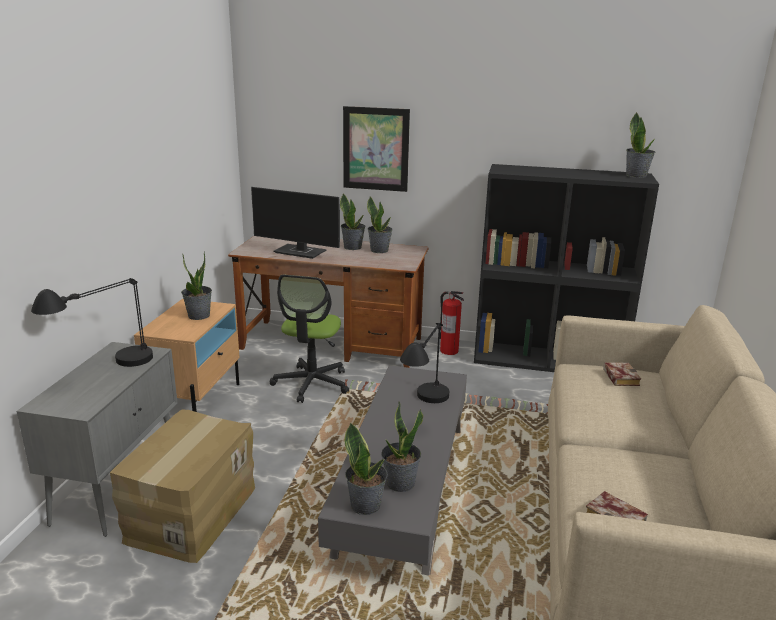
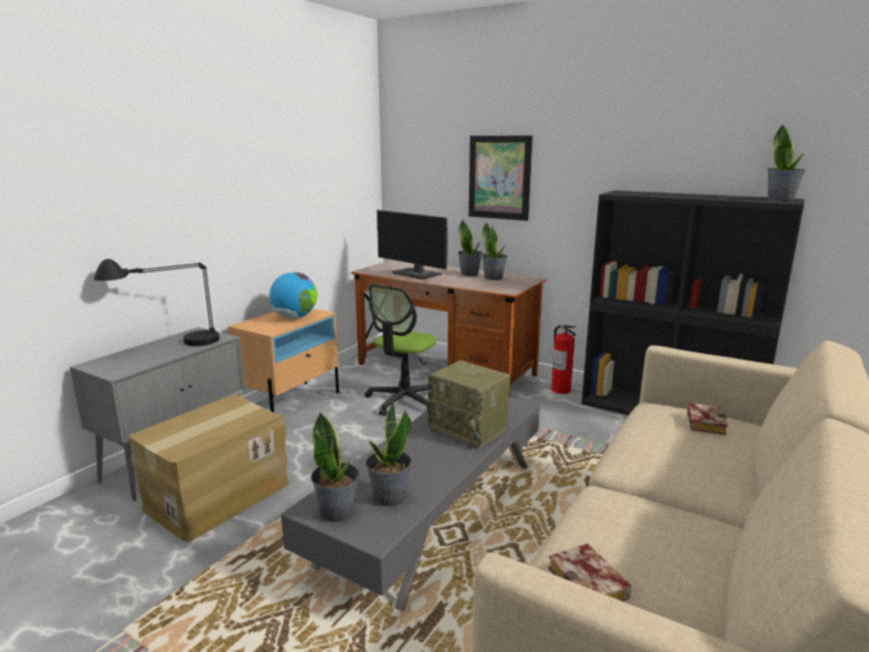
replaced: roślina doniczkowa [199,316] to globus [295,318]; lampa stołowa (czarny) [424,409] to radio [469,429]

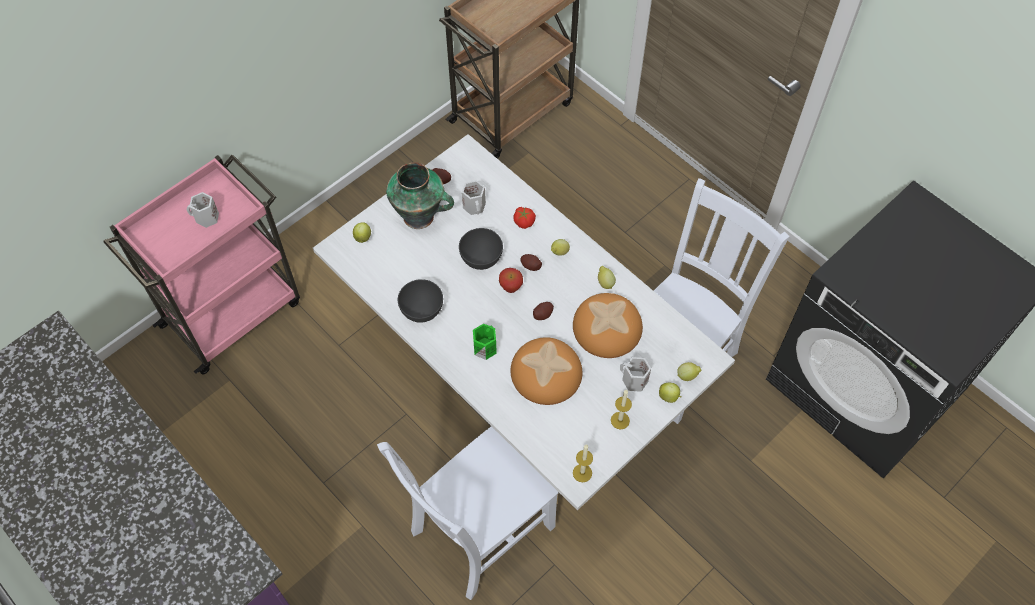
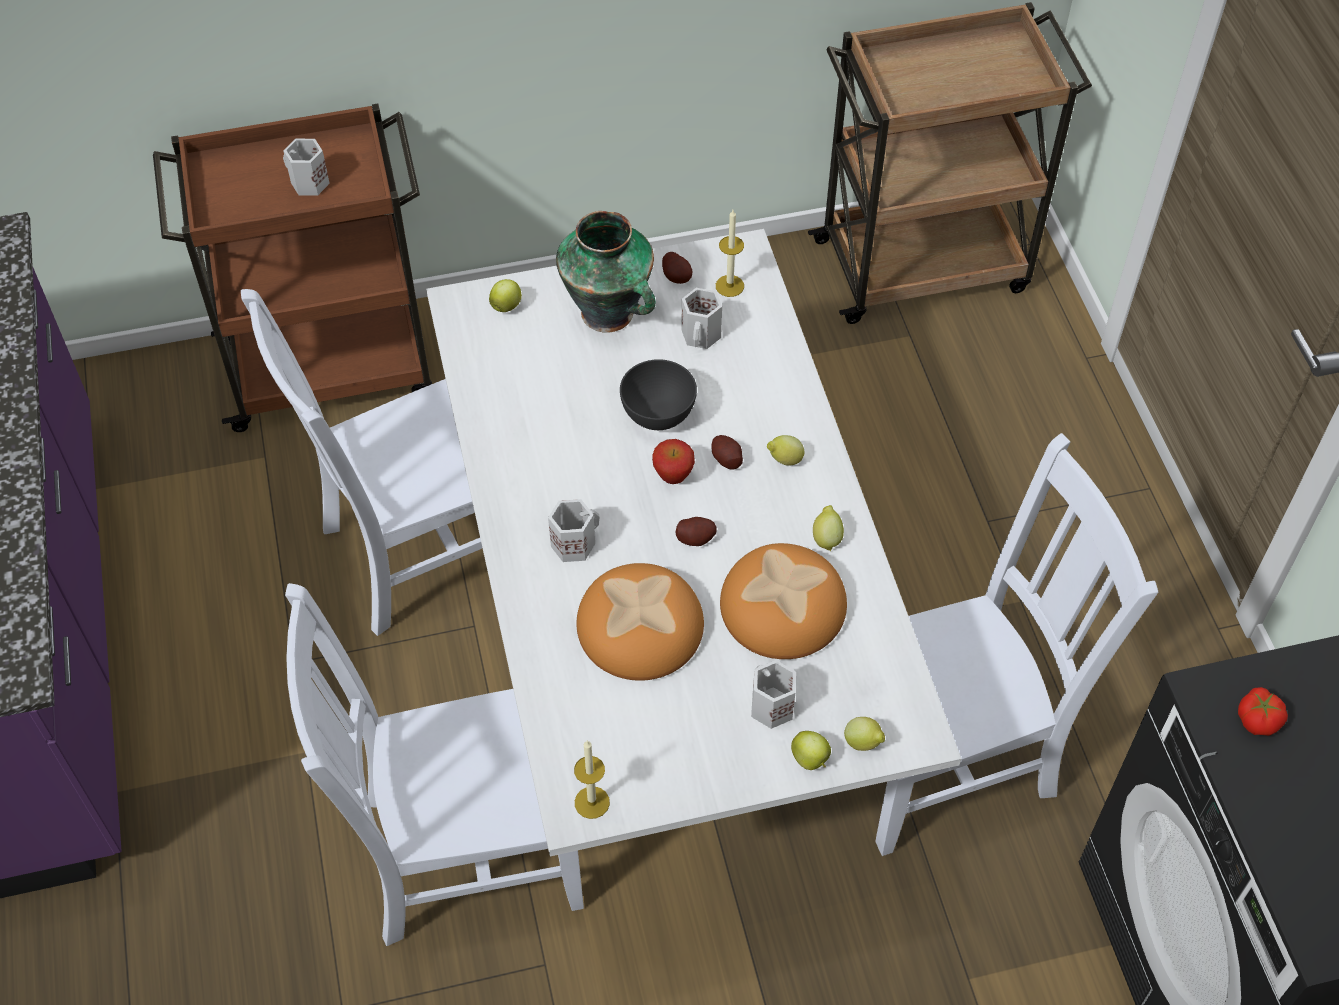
removed: miska (szary) [422,310]
added: krzesło (biały) [422,549]
moved: pomidor [524,221] to [1258,719]; świeca [620,420] to [729,286]
recoloured: wózek (różowy) [233,312] to wózek (brązowy) [332,367]; kubek (zielony) [484,347] to kubek (biały) [574,543]

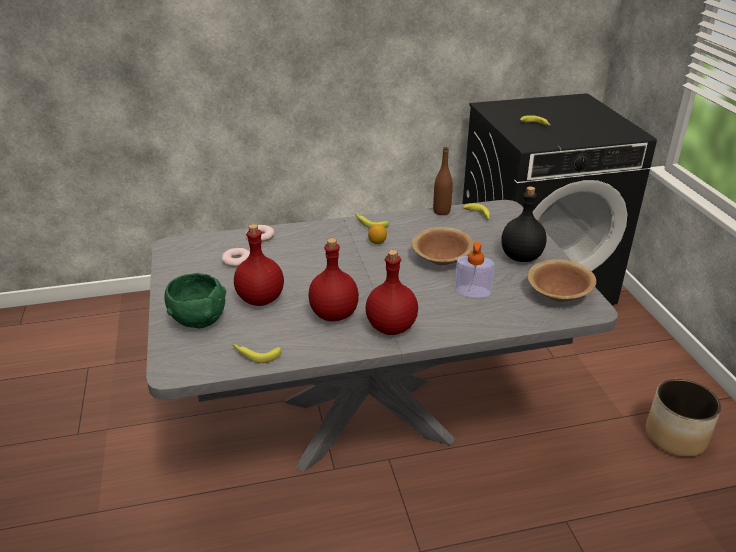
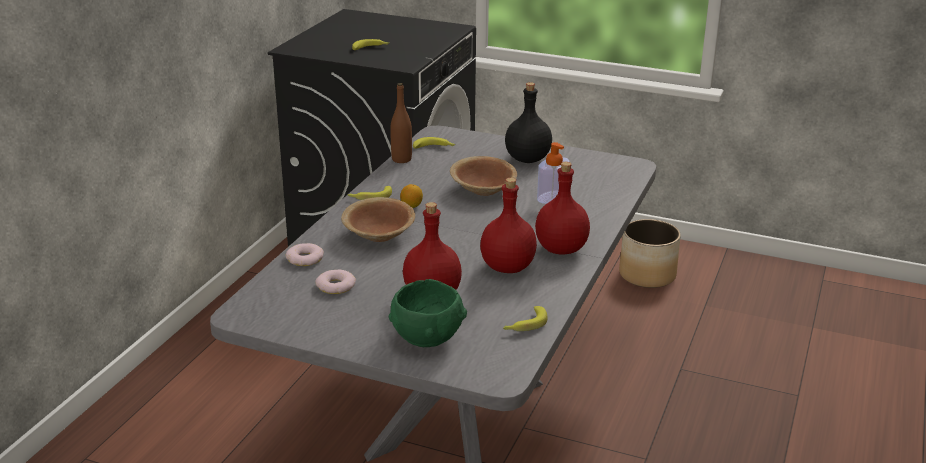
moved: miska (brązowy) [558,294] to [379,235]

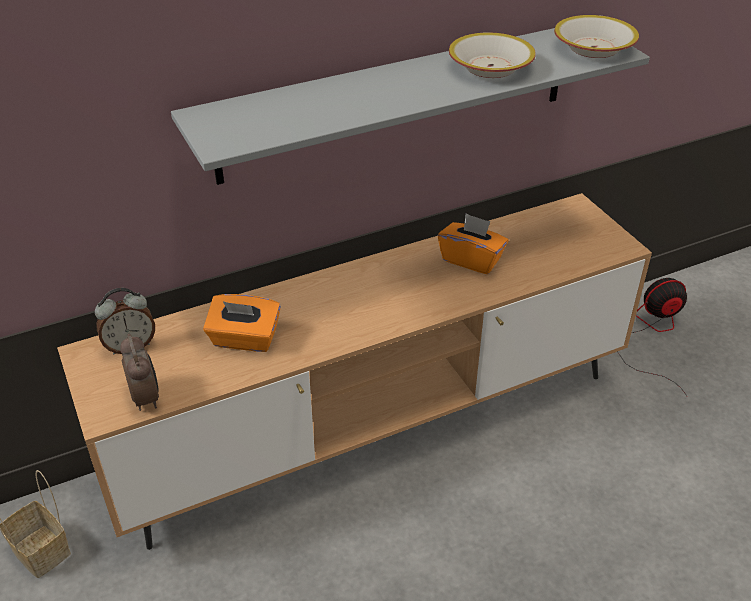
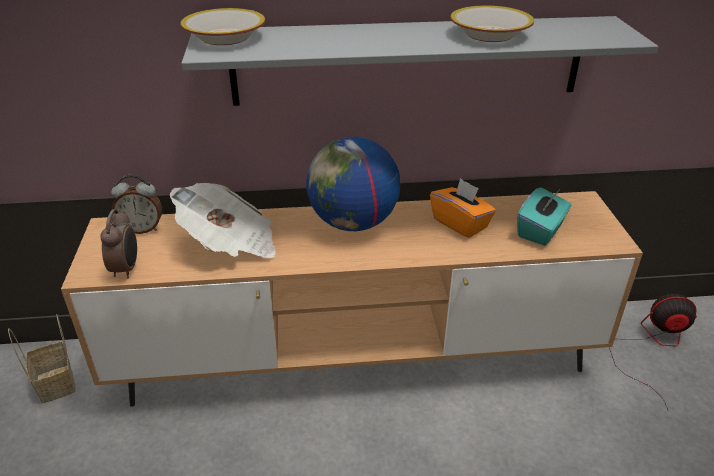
added: globus [353,223]; pudełko chusteczek (turkusowy) [540,231]
moved: miska [593,48] to [224,38]
replaced: pudełko chusteczek (pomarańczowy) [244,339] to gazeta [230,243]

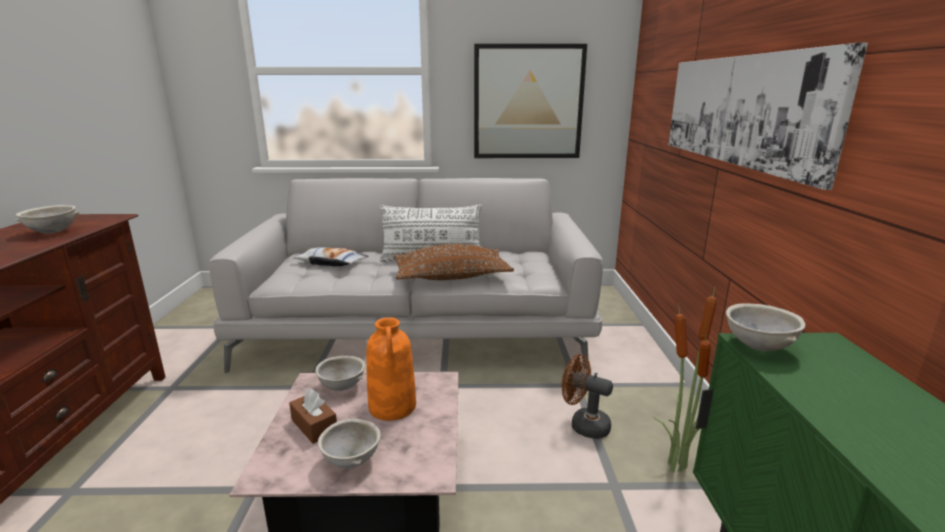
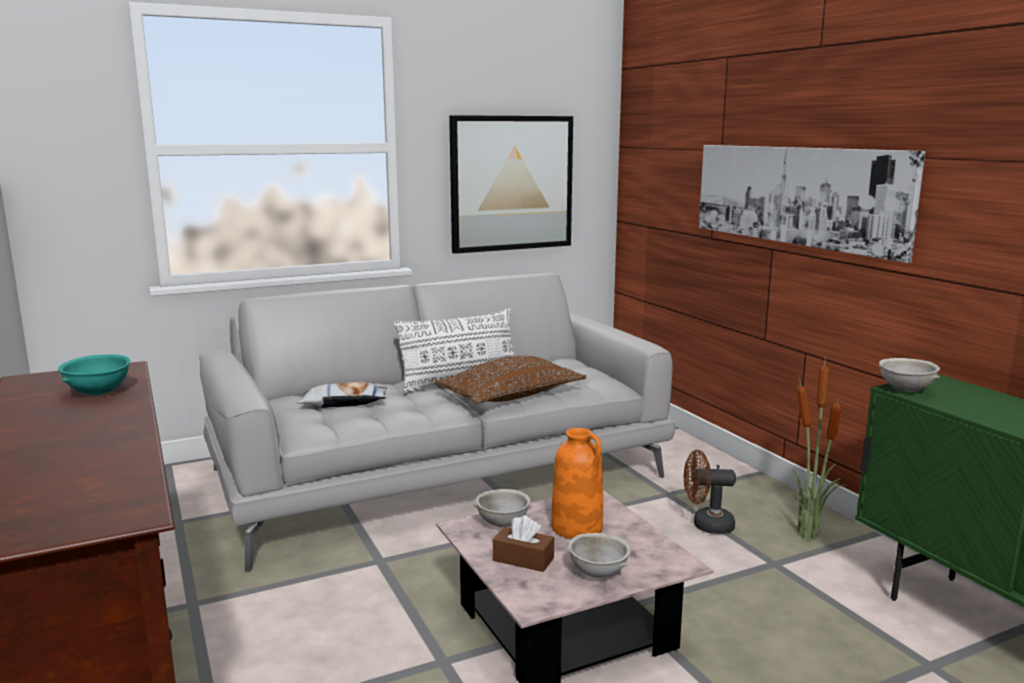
recoloured: miska (szary) [53,232] to miska (turkusowy) [99,393]

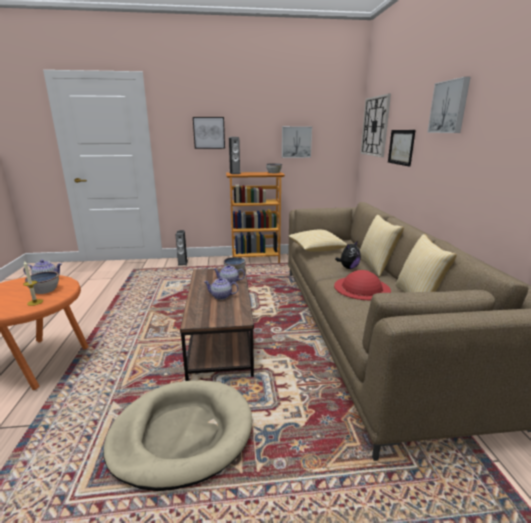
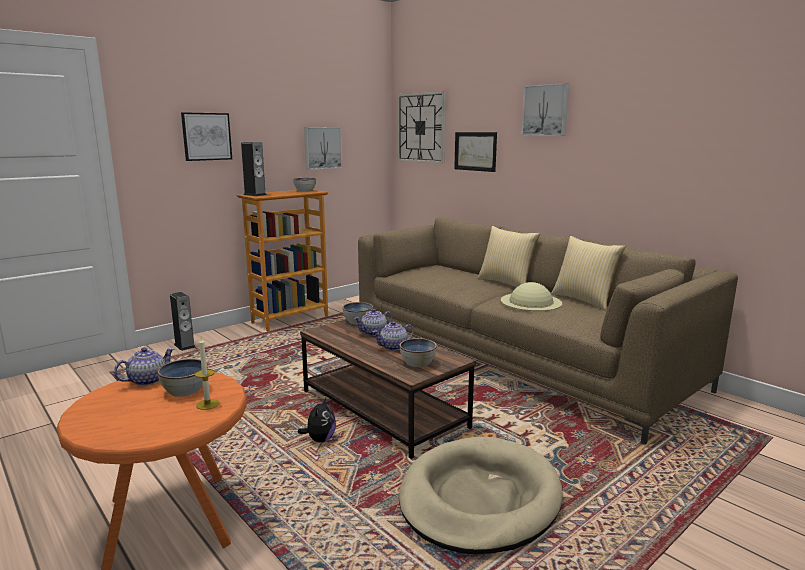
removed: poduszka [316,249]
added: miska [418,363]
moved: pluszak [348,268] to [320,439]
recoloured: kapelusz (czerwony) [361,288] to kapelusz (beżowy) [531,301]

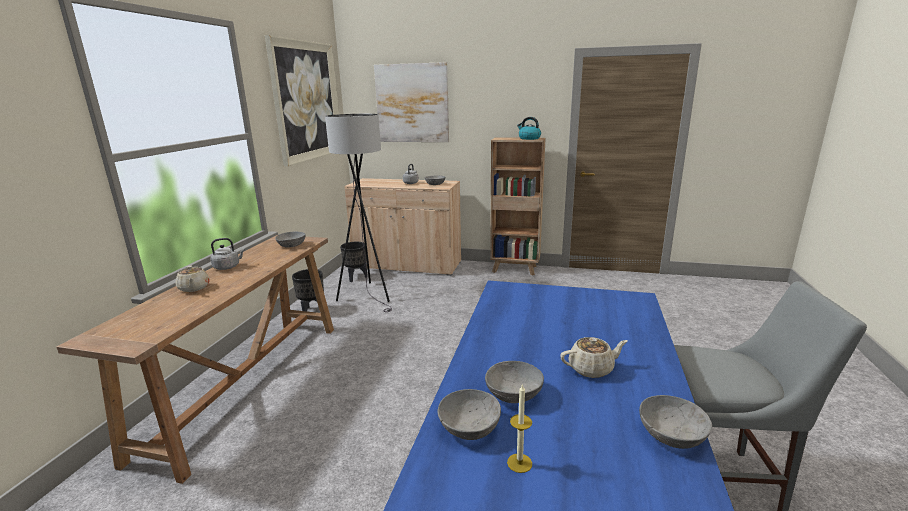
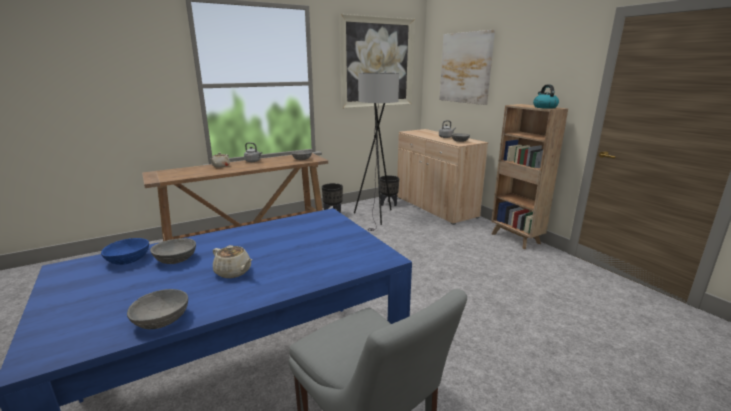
removed: świeca [519,463]
recoloured: miska (szary) [470,427] to miska (niebieski) [129,260]

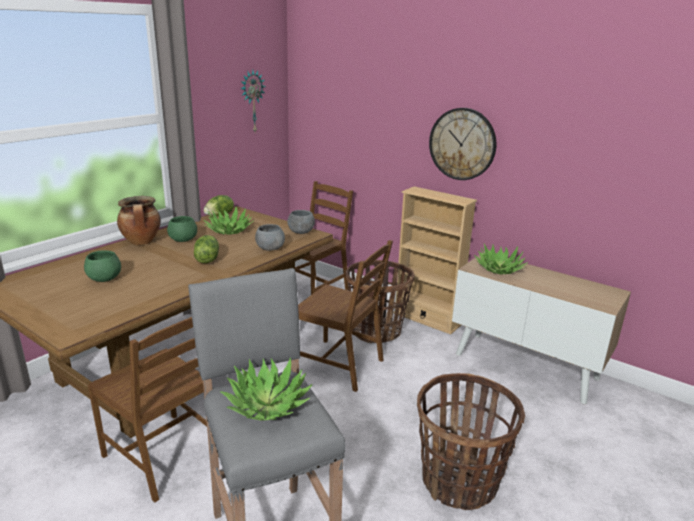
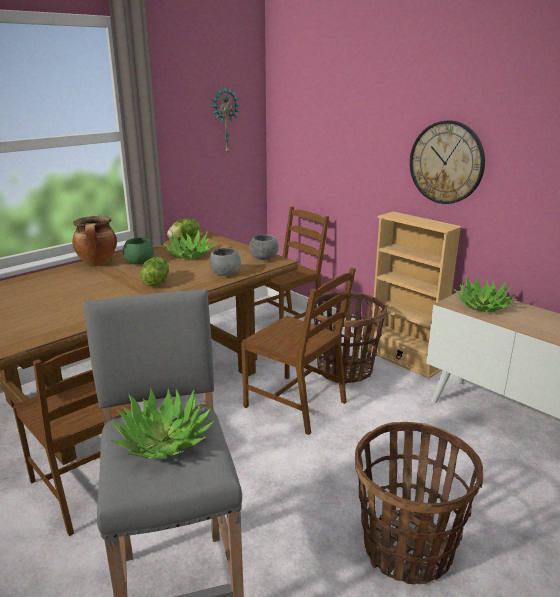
removed: miska (zielony) [105,279]

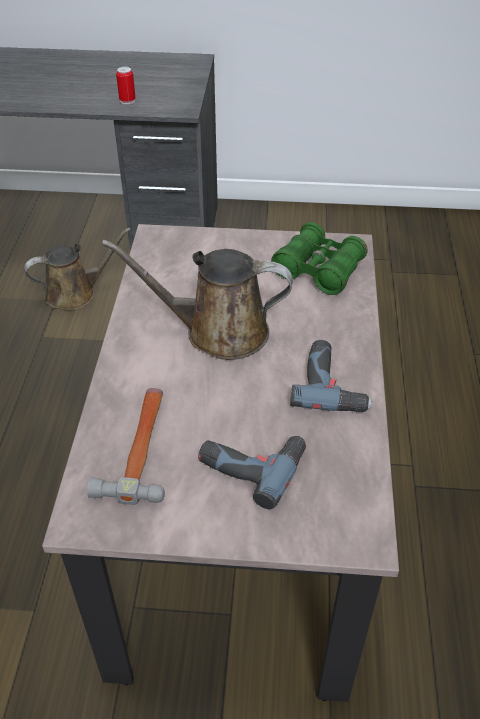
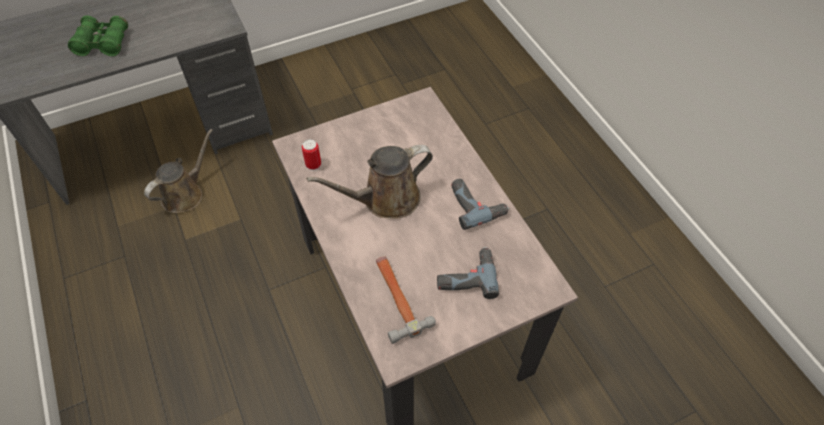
moved: puszka [127,100] to [313,165]; lornetka (zielony) [319,270] to [103,43]

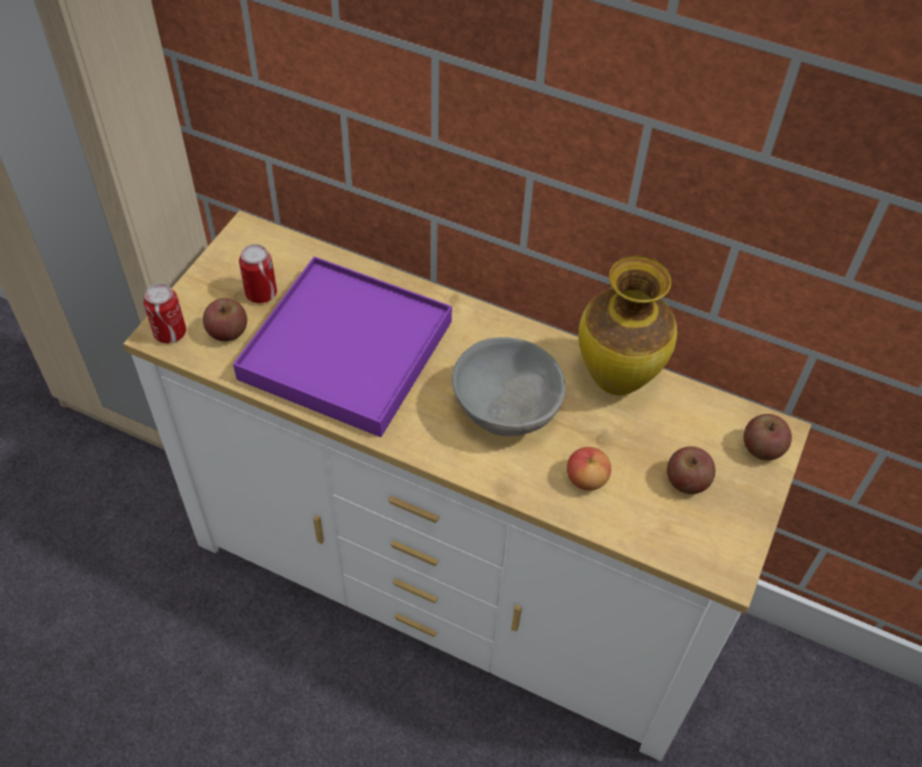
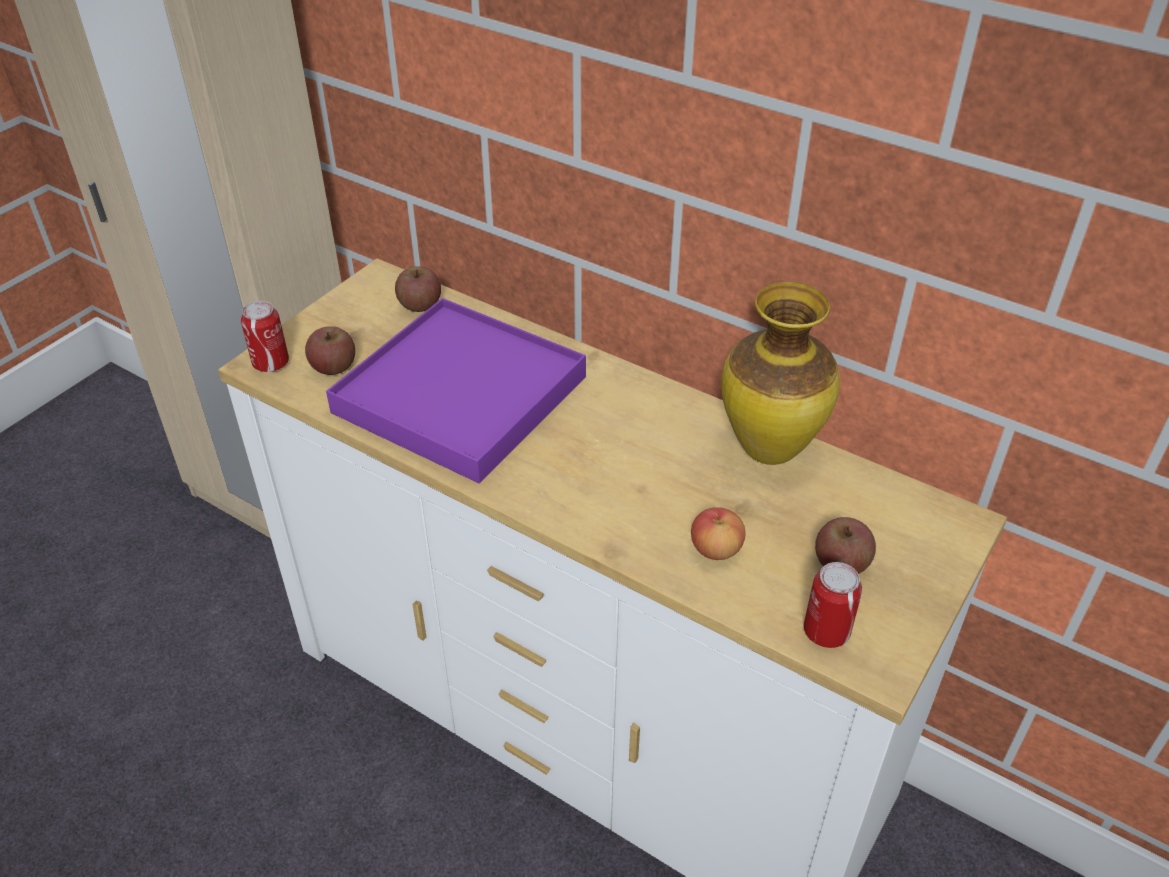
removed: miska (szary) [506,409]
moved: puszka [261,293] to [826,632]; jabłko [762,448] to [420,305]

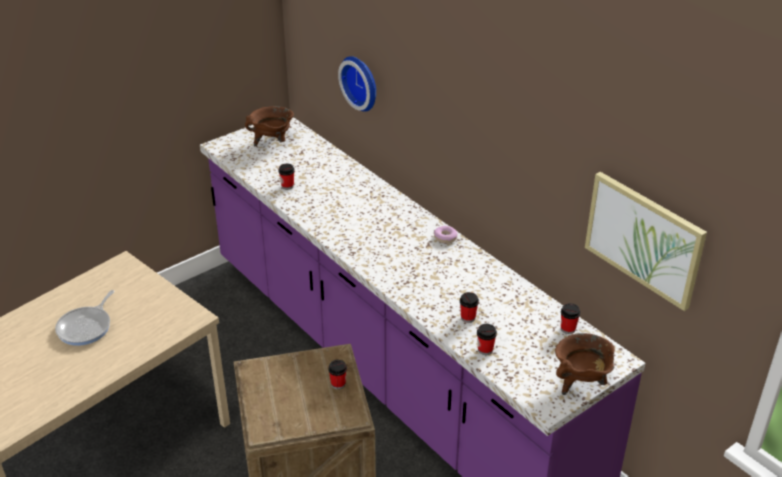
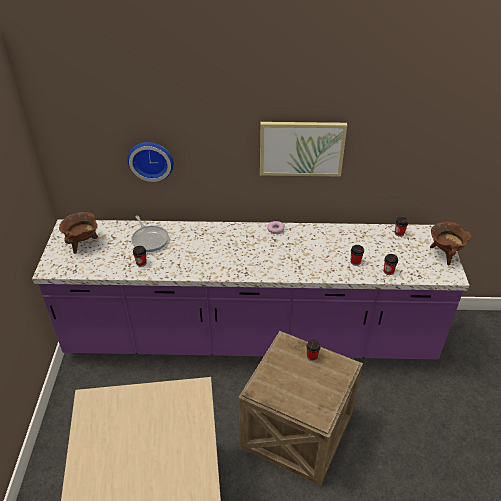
moved: obraz [644,238] to [301,148]; patelnia [86,327] to [149,239]

